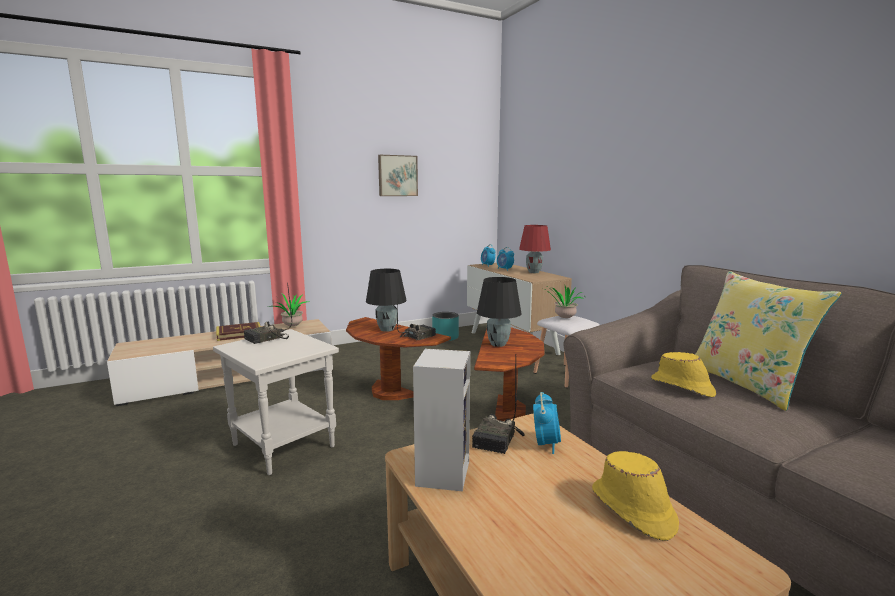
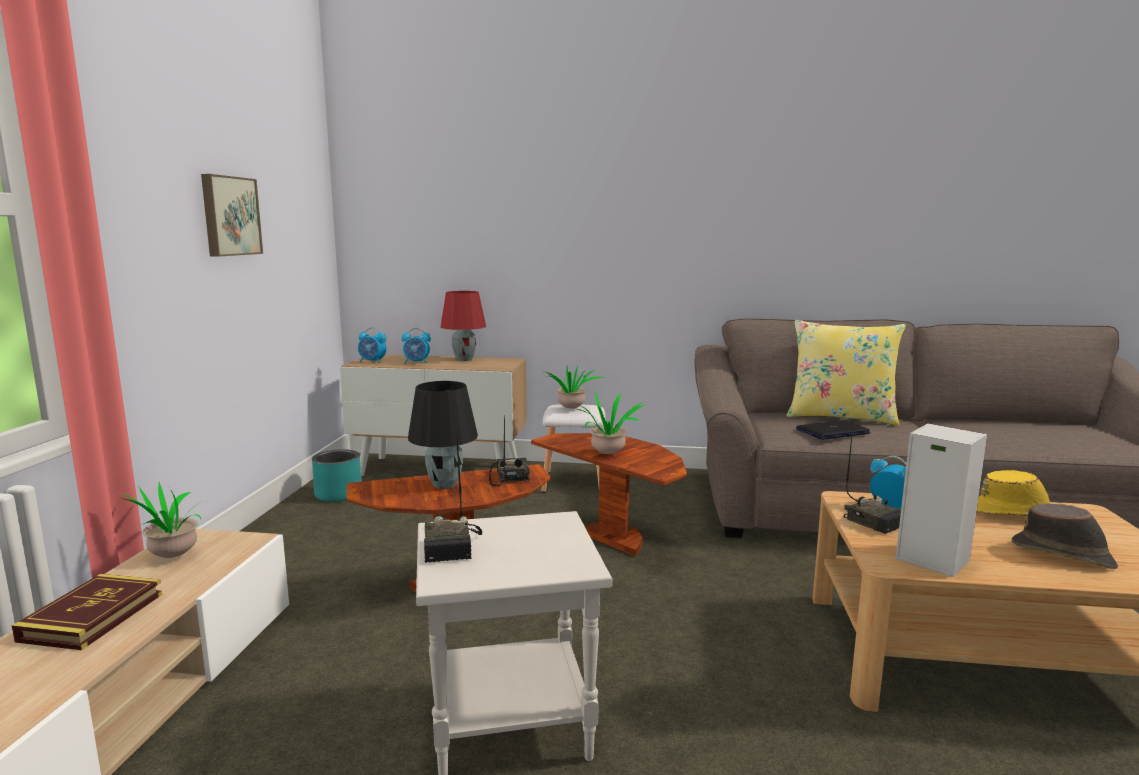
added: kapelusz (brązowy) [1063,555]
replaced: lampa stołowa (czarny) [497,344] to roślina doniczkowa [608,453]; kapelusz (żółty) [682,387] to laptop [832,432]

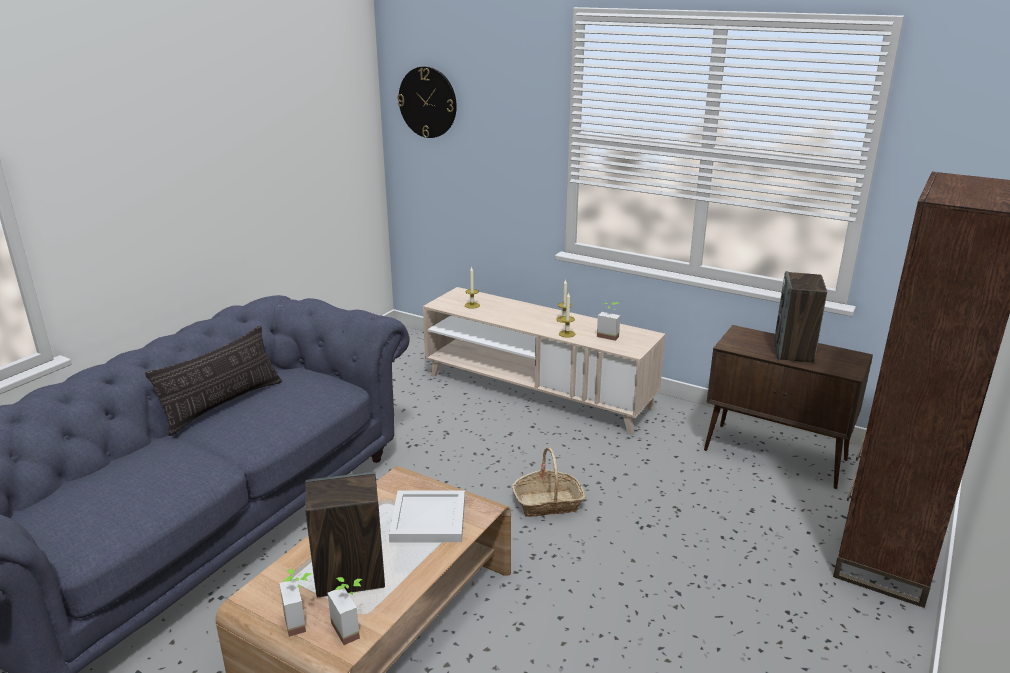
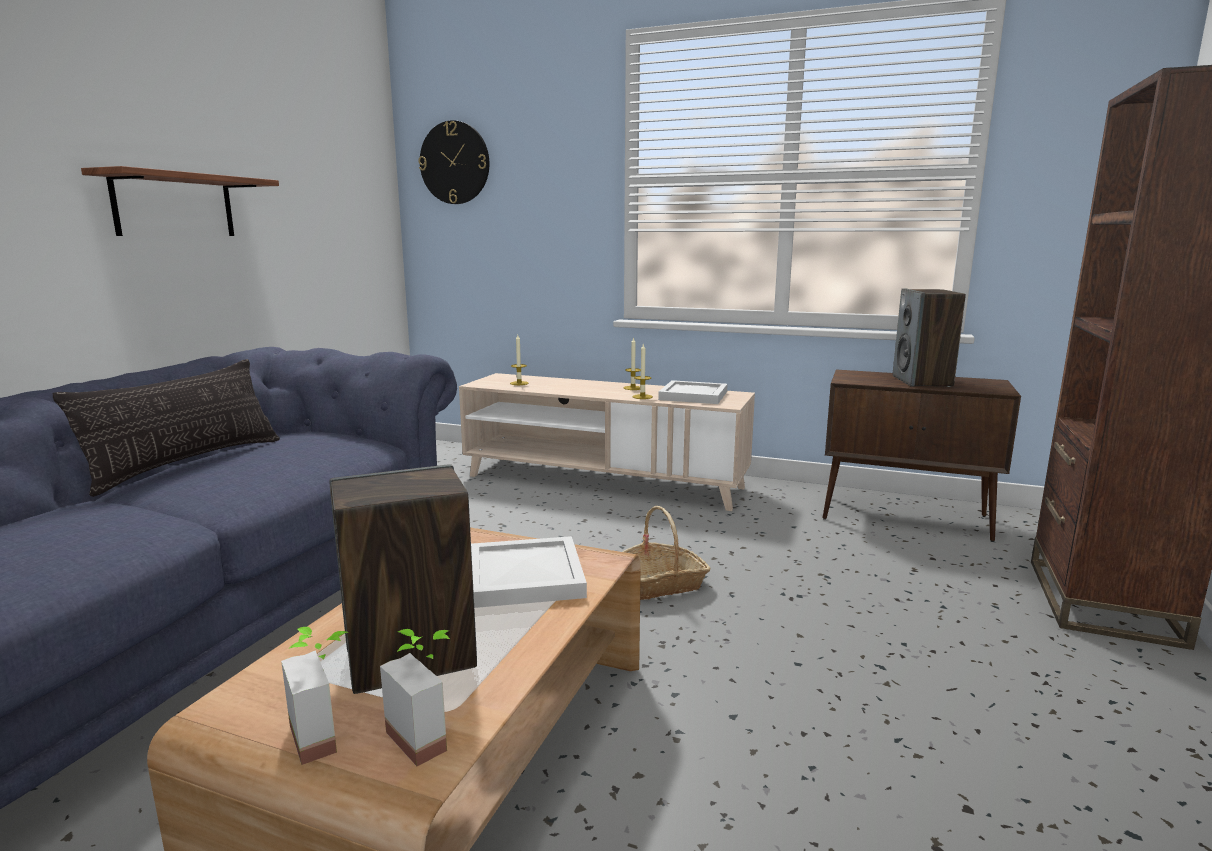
added: półka [174,205]
replaced: roślina doniczkowa [609,335] to taca (biały) [692,395]

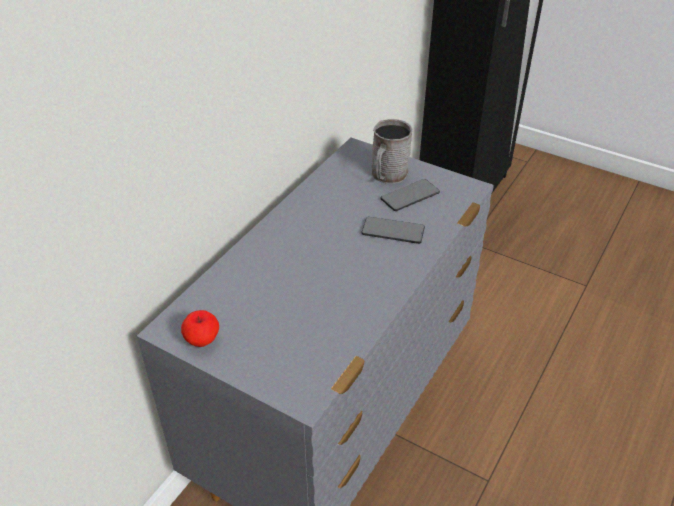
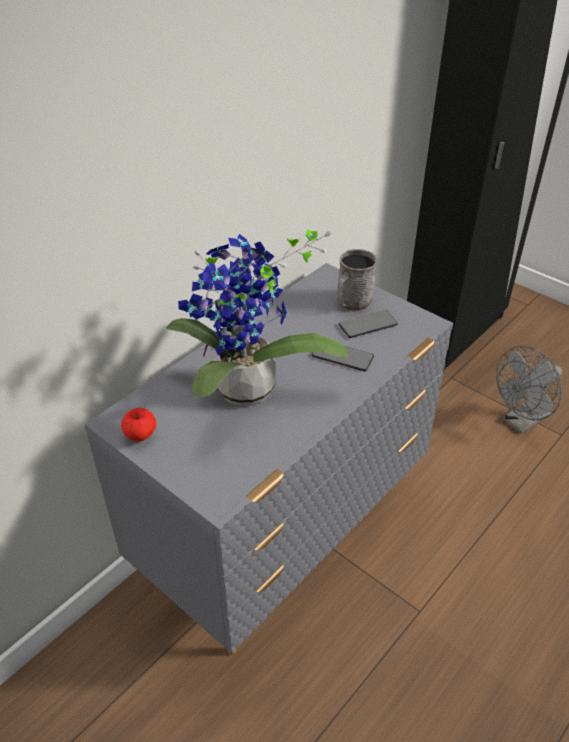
added: roślina doniczkowa [246,394]; wentylator (szary) [521,422]

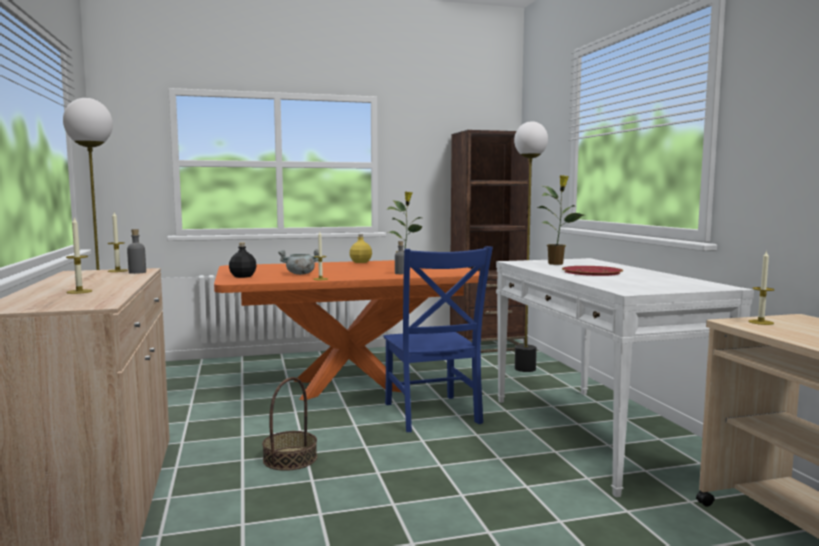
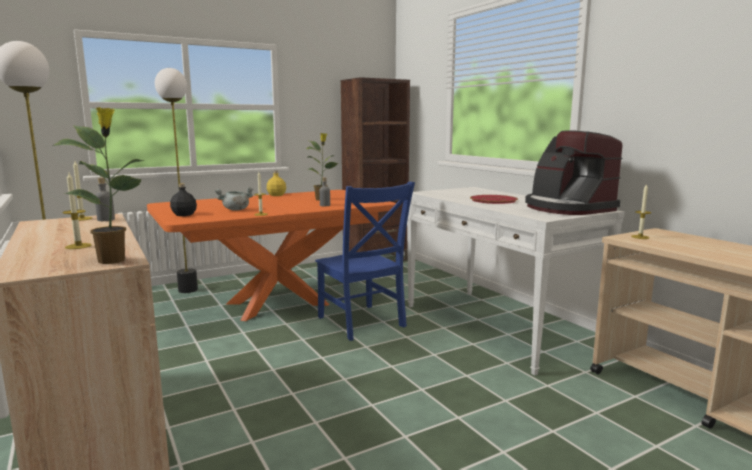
removed: koszyk [290,458]
added: ekspres do kawy [567,208]
moved: lampa stojąca [525,369] to [188,290]; roślina doniczkowa [556,264] to [114,260]

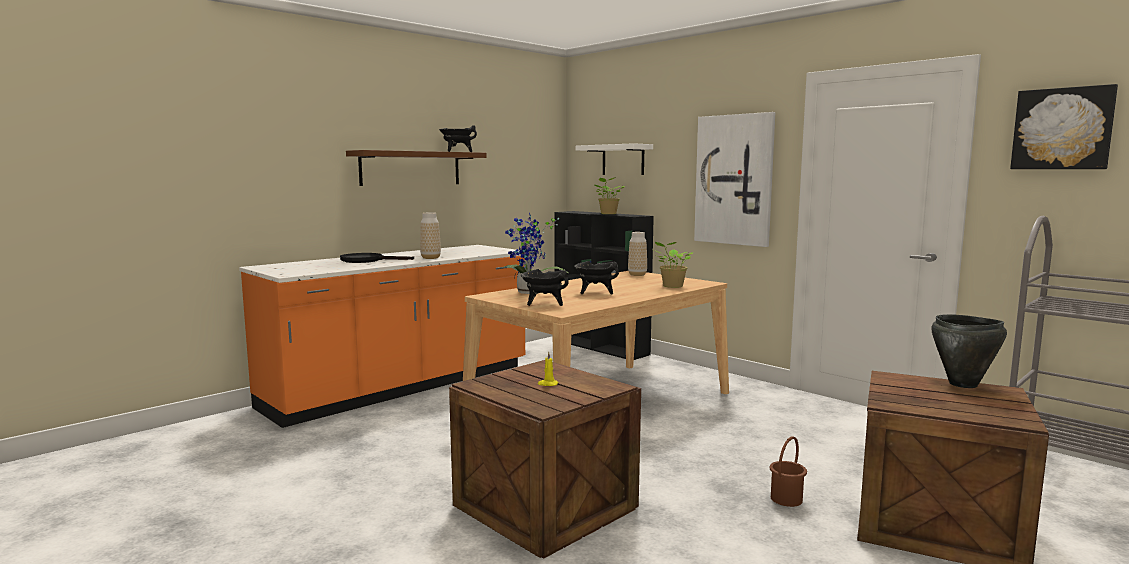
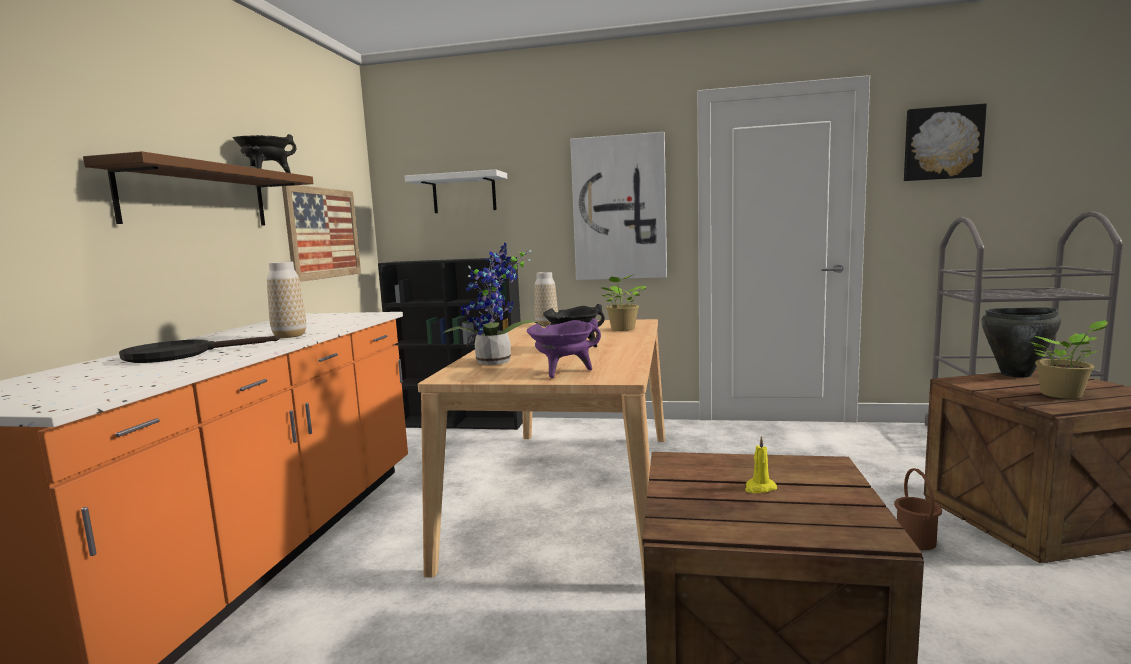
added: obraz [323,233]
moved: roślina doniczkowa [608,214] to [1064,395]
recoloured: garnek (czarny) [544,304] to garnek (fioletowy) [563,372]

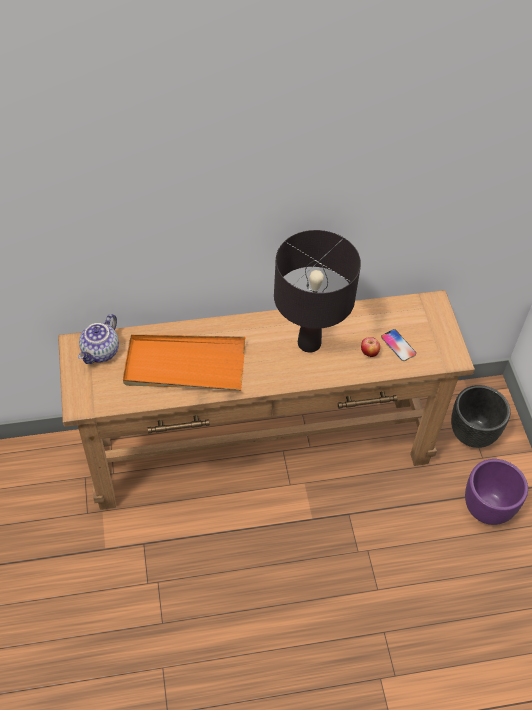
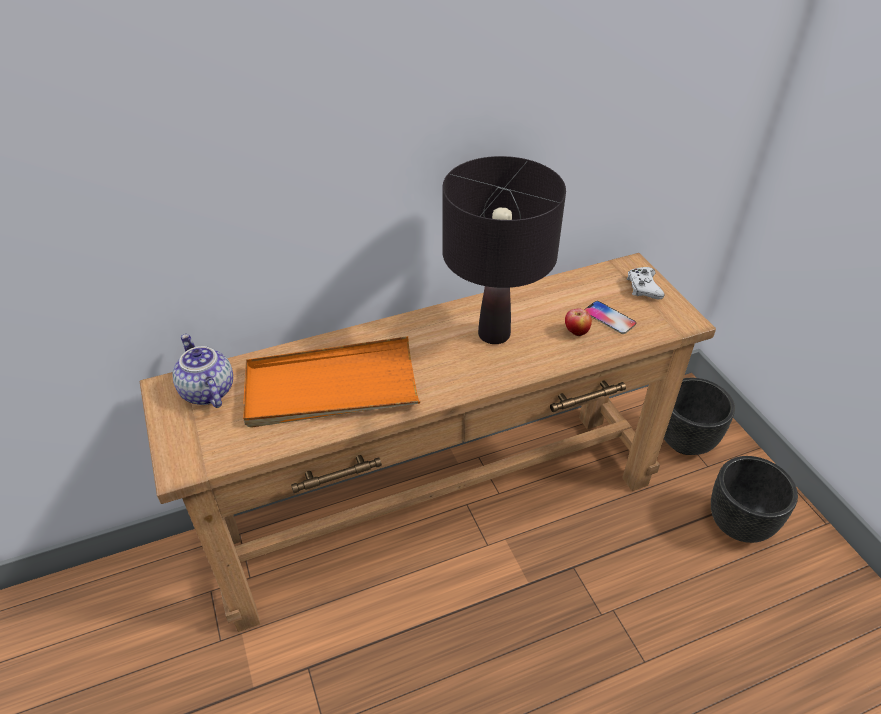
added: pad do gier (biały) [643,287]
recoloured: donica (fioletowy) [487,508] to donica (czarny) [739,524]
turned: imbryk [101,352] = [206,391] 135 degrees clockwise

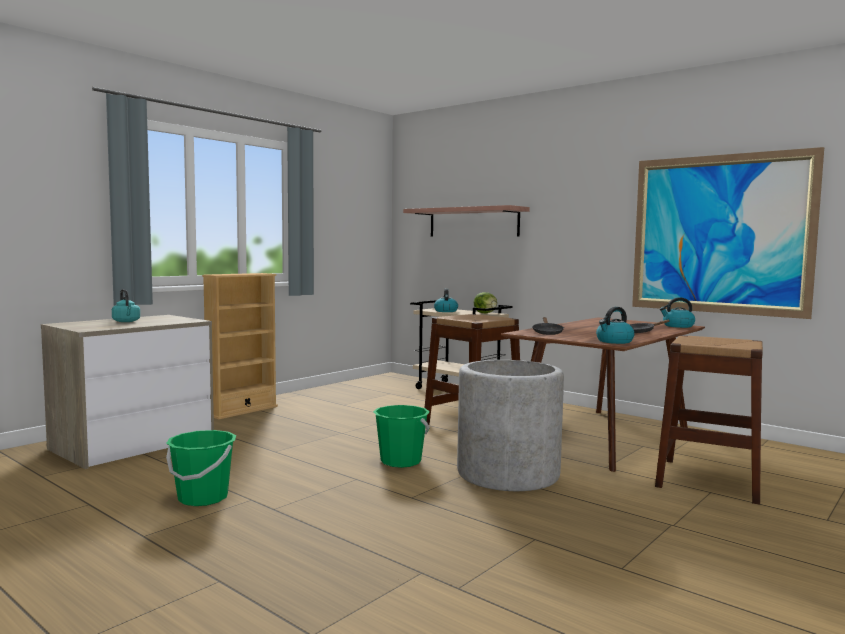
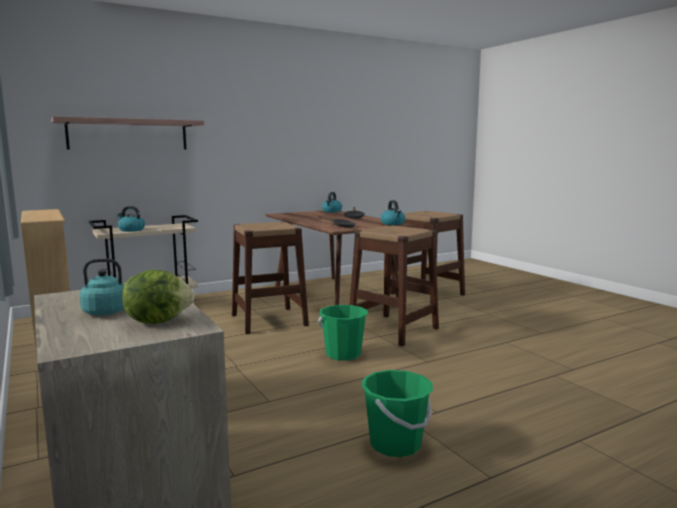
removed: obraz [719,234]
moved: sałata [485,313] to [158,321]
replaced: donica (szary) [507,474] to stołek (brązowy) [393,329]

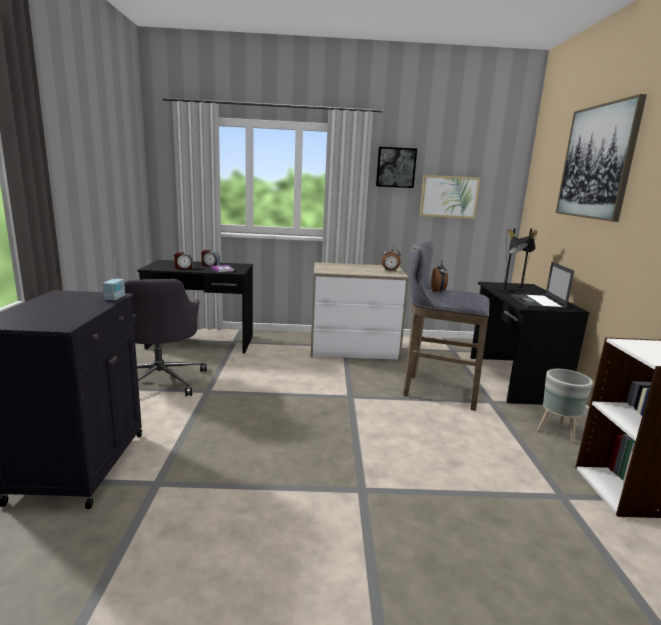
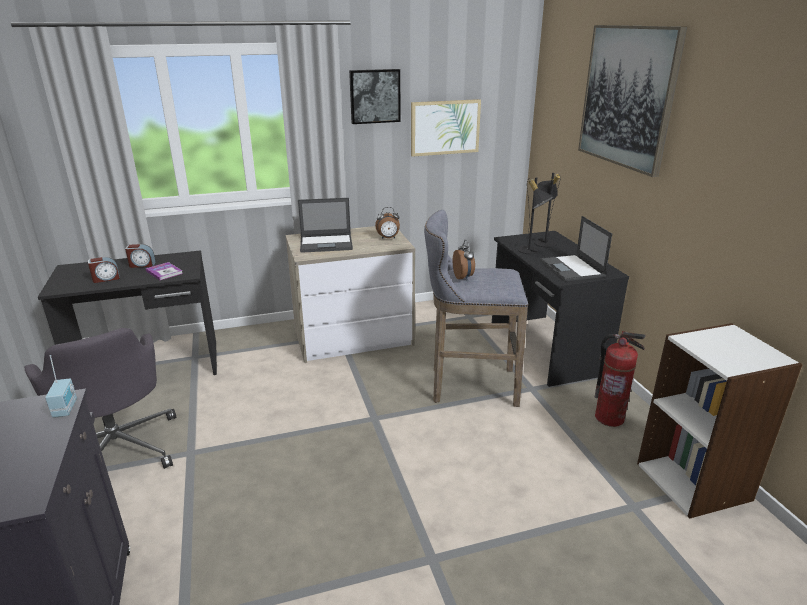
added: laptop [327,243]
replaced: donica (szary) [558,432] to gaśnica [609,418]

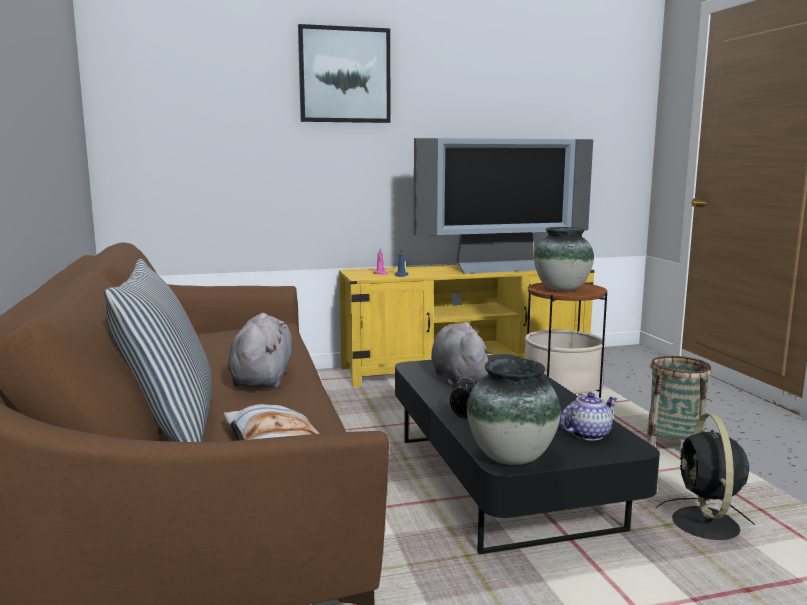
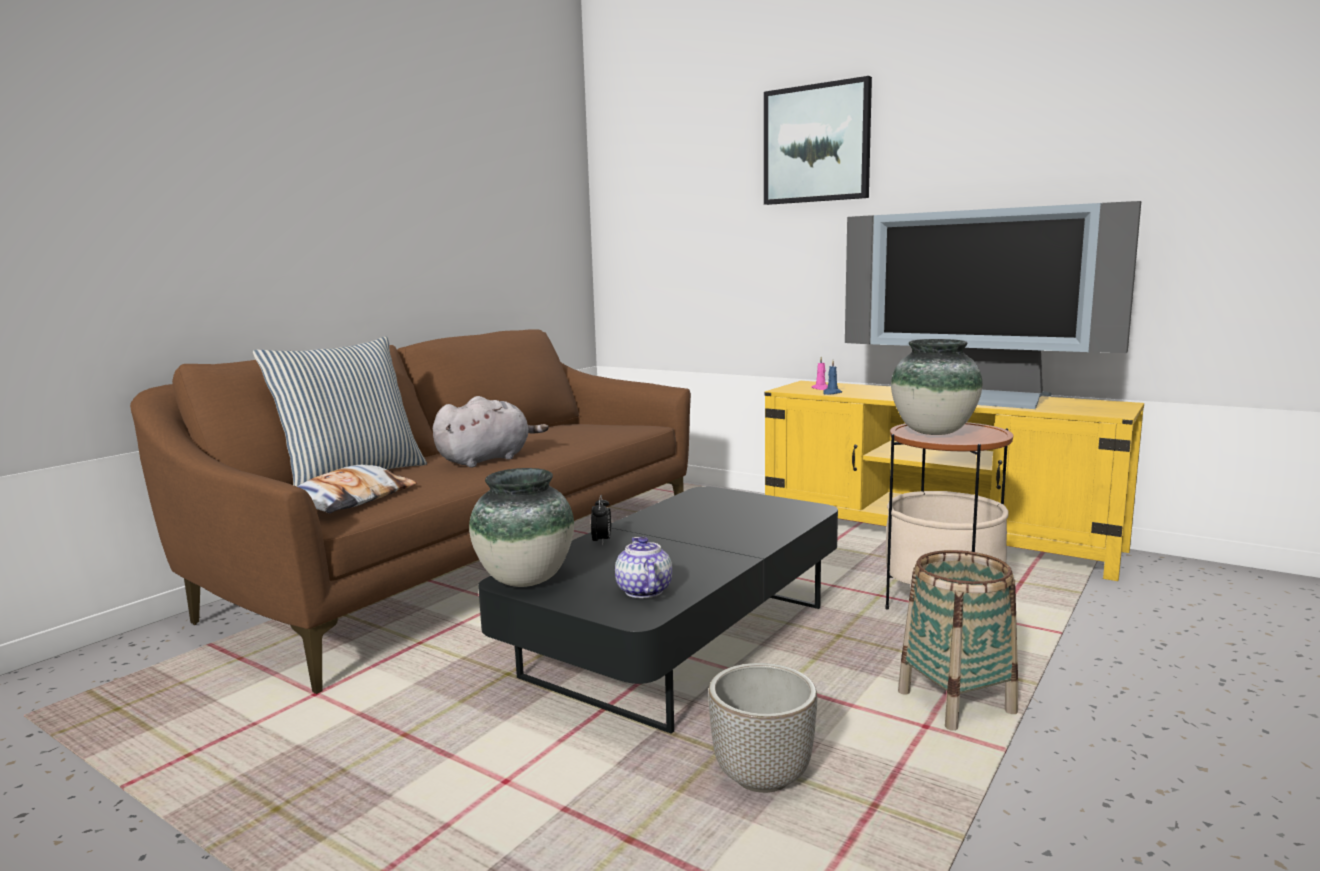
removed: pluszak (szary) [458,377]
replaced: wentylator (czarny) [706,526] to donica [762,779]
turned: imbryk [587,434] = [643,591] 120 degrees counterclockwise

